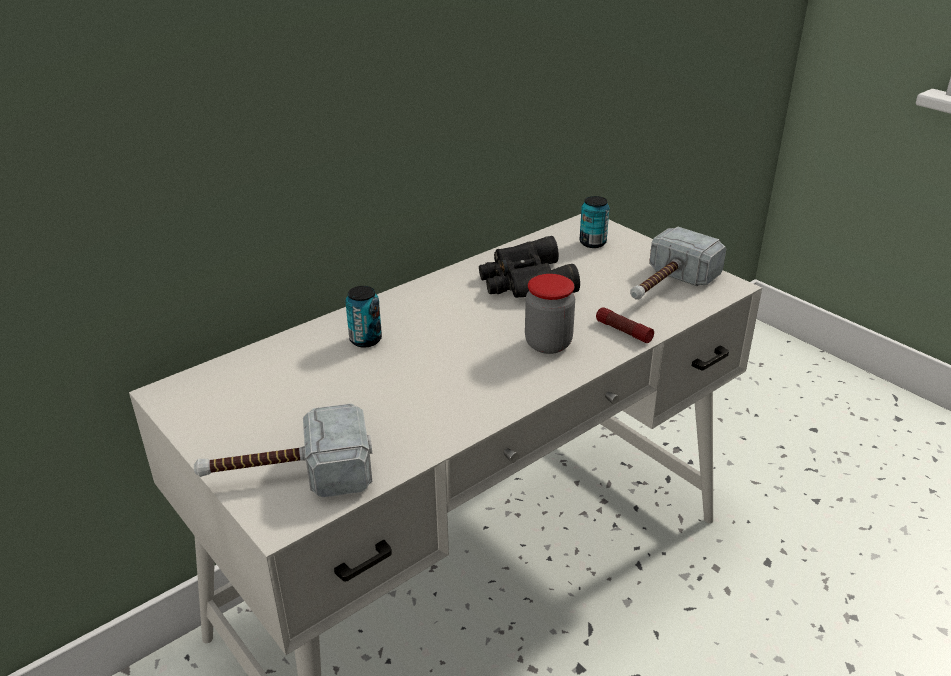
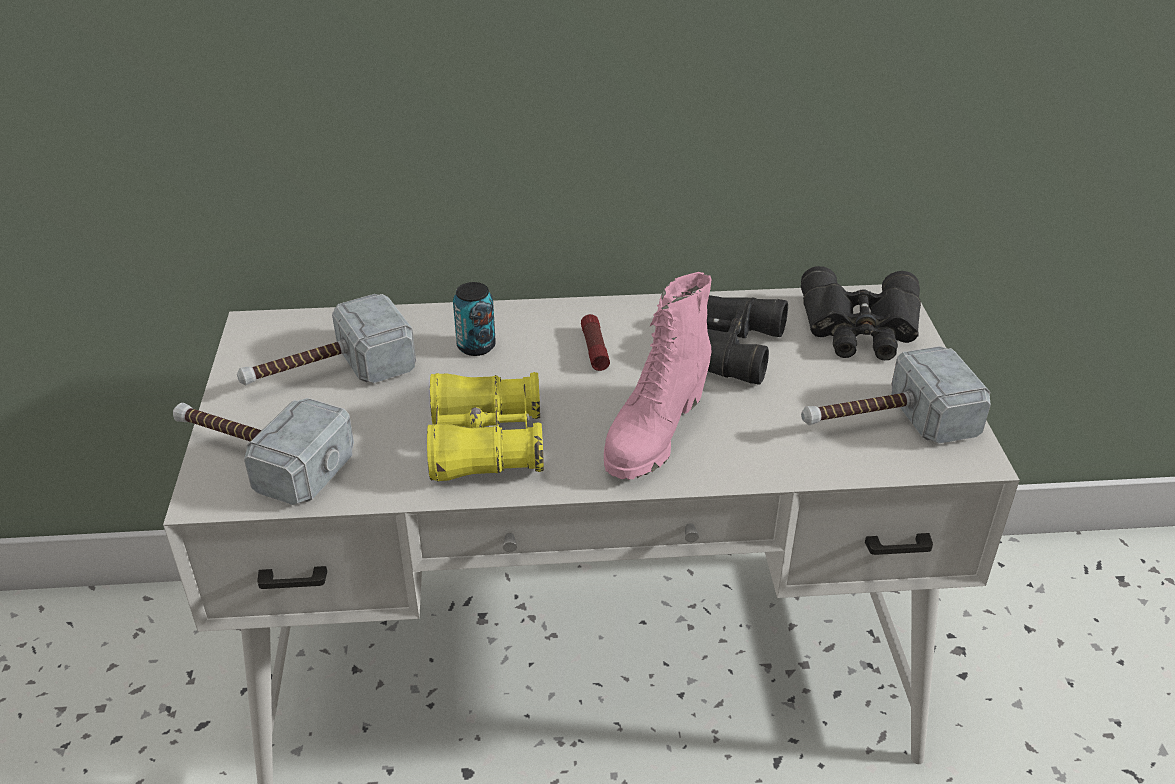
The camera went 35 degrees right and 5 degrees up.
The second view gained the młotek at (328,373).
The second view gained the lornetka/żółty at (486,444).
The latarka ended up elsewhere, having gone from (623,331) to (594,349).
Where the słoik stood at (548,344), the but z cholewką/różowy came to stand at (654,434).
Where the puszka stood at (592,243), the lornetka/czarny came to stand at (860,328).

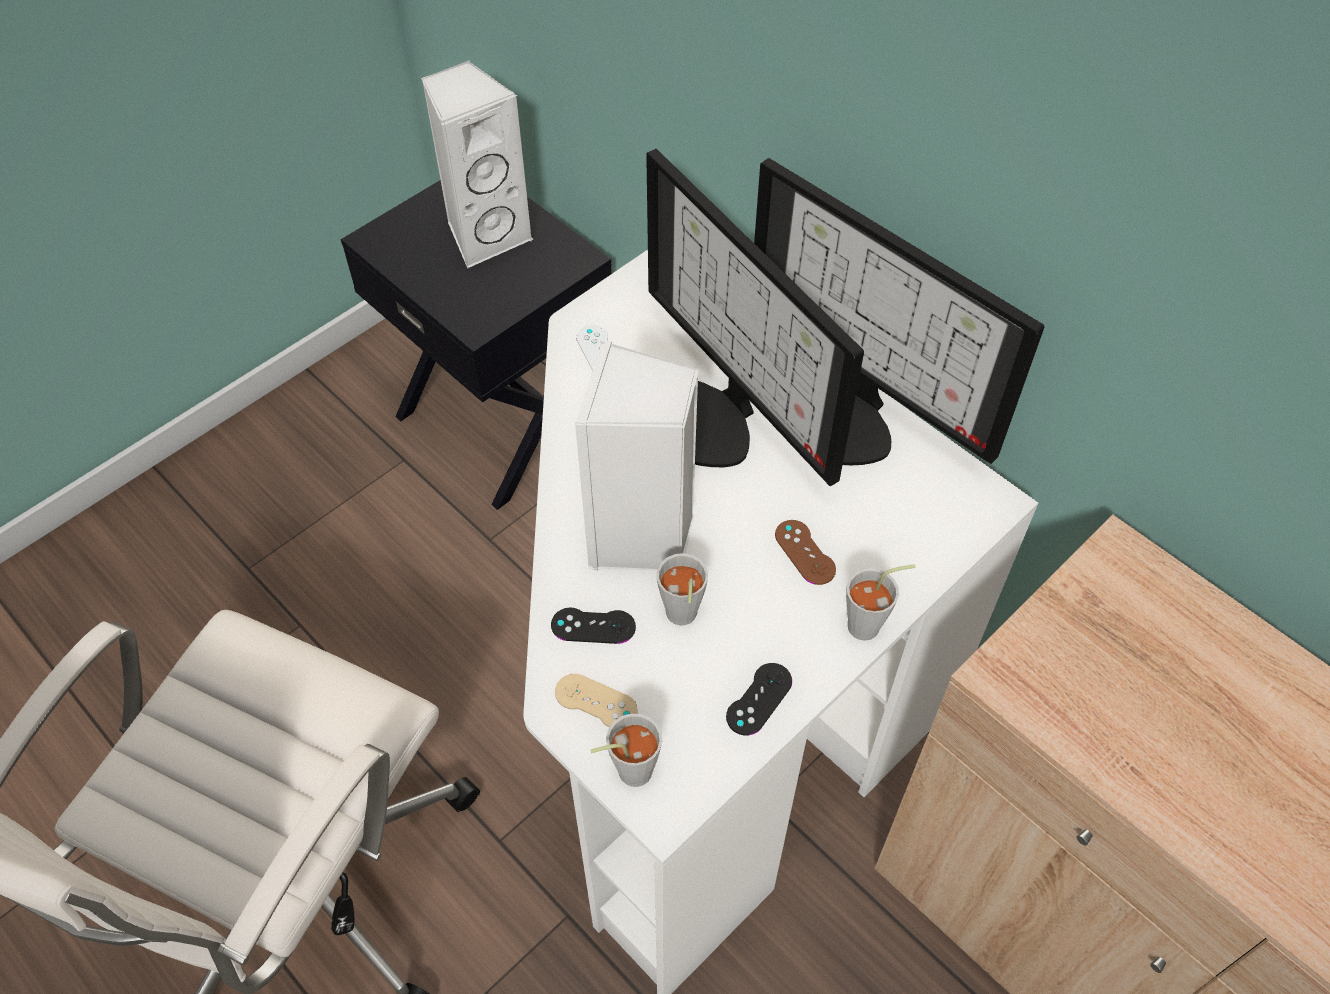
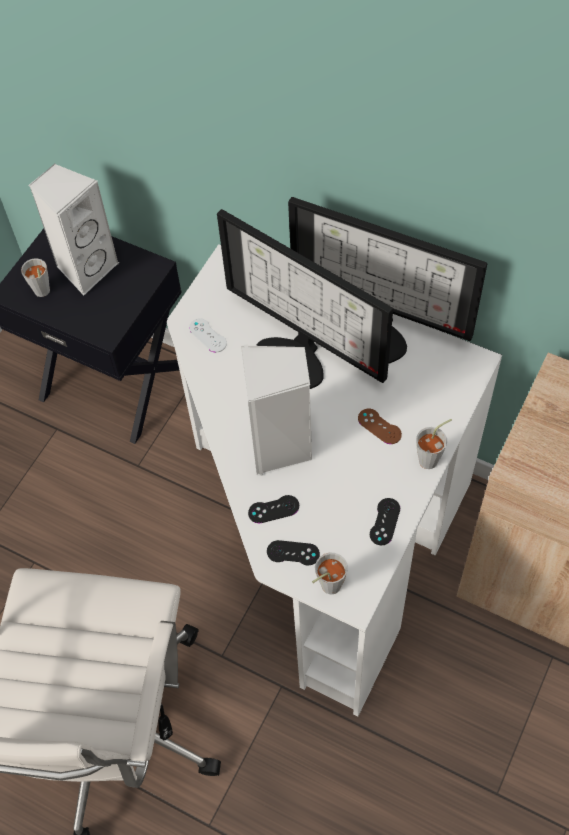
The camera went 15 degrees left and 5 degrees up.
The filiżanka/szary ended up elsewhere, having gone from (681,618) to (42,293).
What was the pad do gier/beżowy at (596,701) turned into the pad do gier/czarny at (293,553).

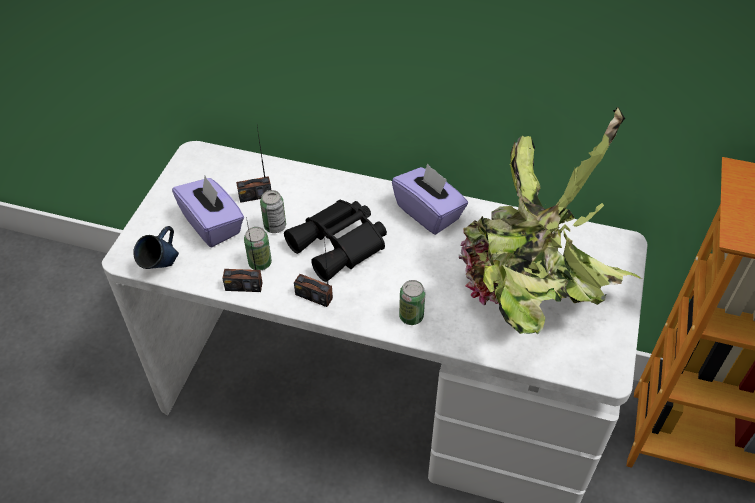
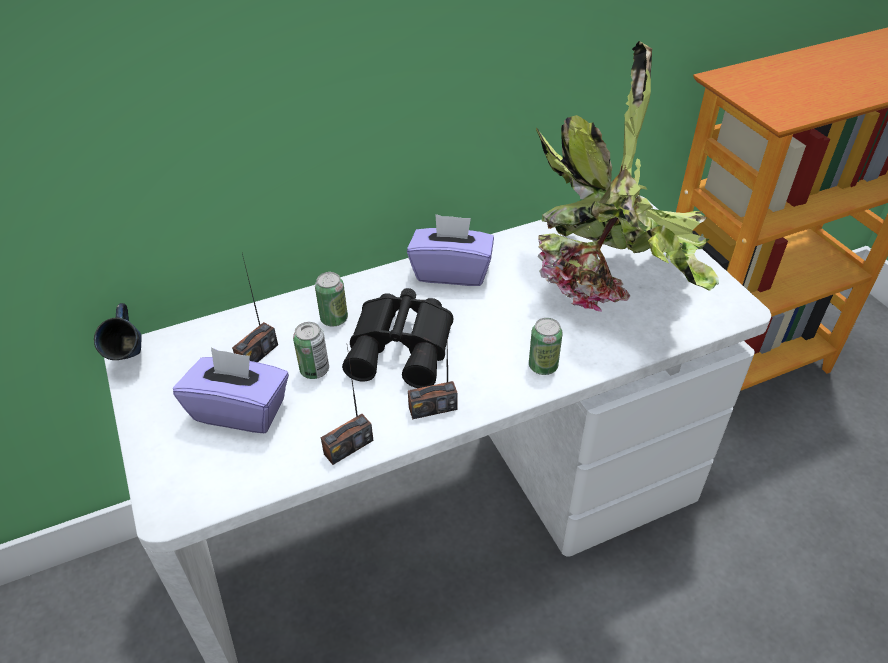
The camera went 40 degrees left and 5 degrees down.
The kubek/niebieski ended up elsewhere, having gone from (162,267) to (131,359).
The puszka ended up elsewhere, having gone from (260,263) to (334,319).

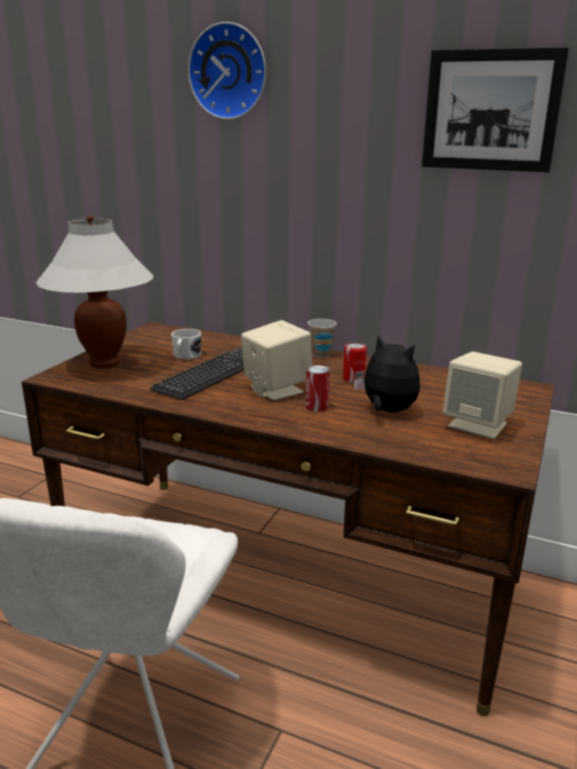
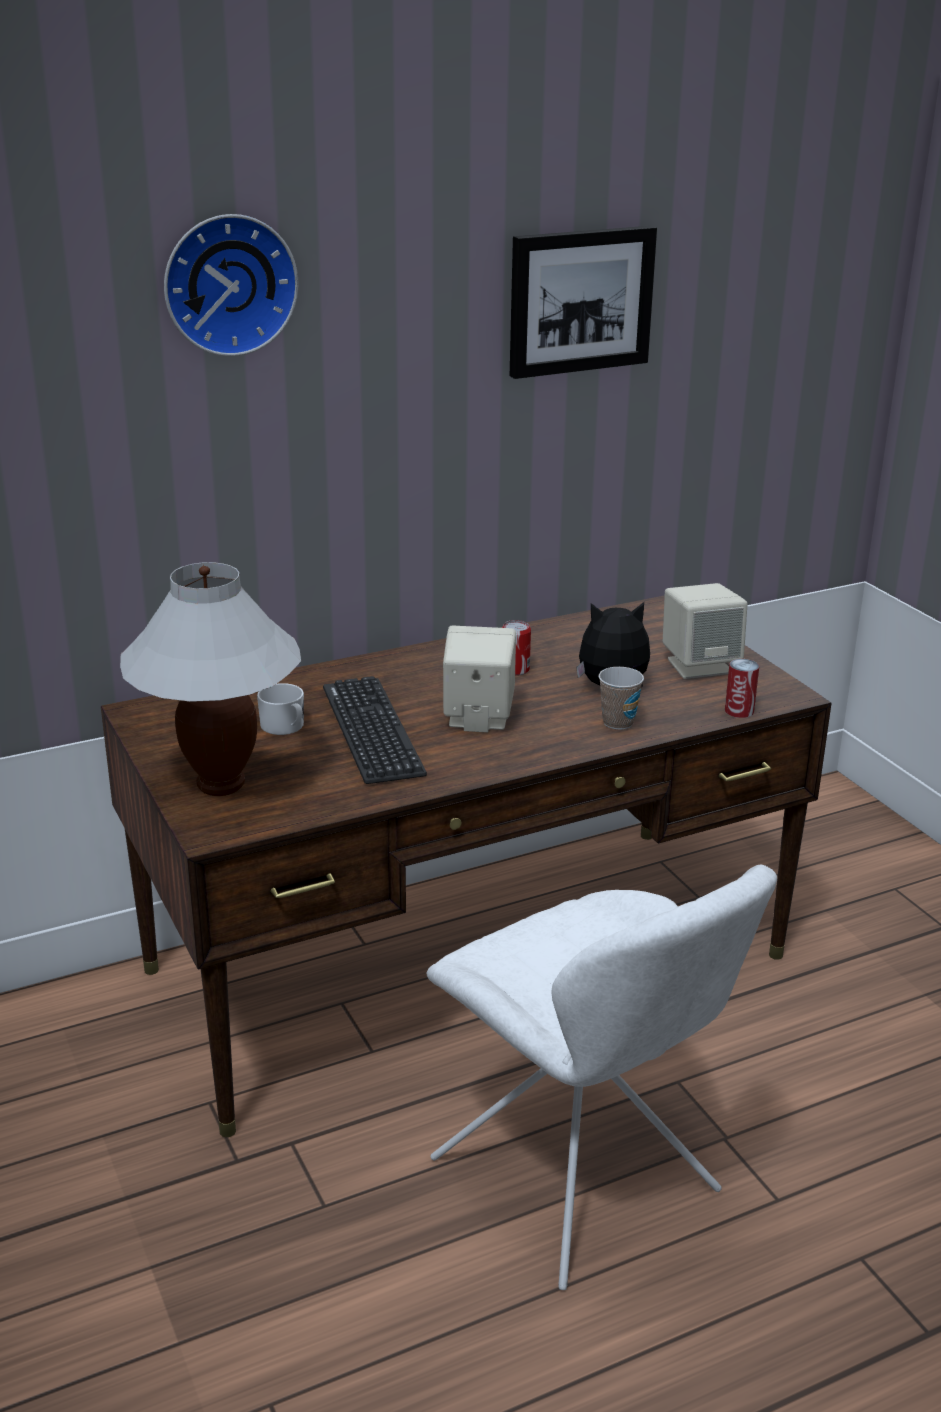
The camera went 50 degrees left and 5 degrees up.
The filiżanka ended up elsewhere, having gone from (321,354) to (618,722).
The puszka ended up elsewhere, having gone from (317,406) to (739,710).

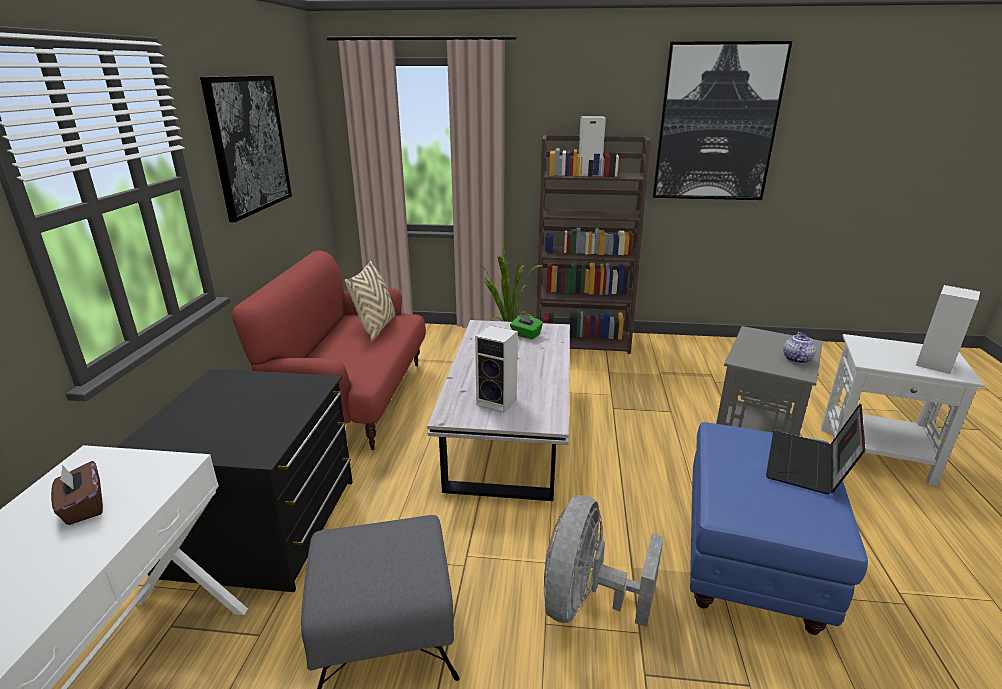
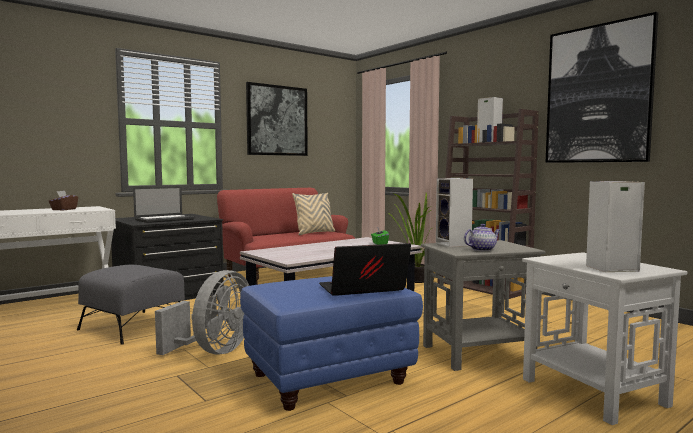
The camera went 45 degrees right and 20 degrees down.
The second view gained the laptop at (164,220).
The wentylator/szary at (586,602) ended up facing another way, 135 degrees clockwise from before.
The głośnik ended up elsewhere, having gone from (498,402) to (454,244).

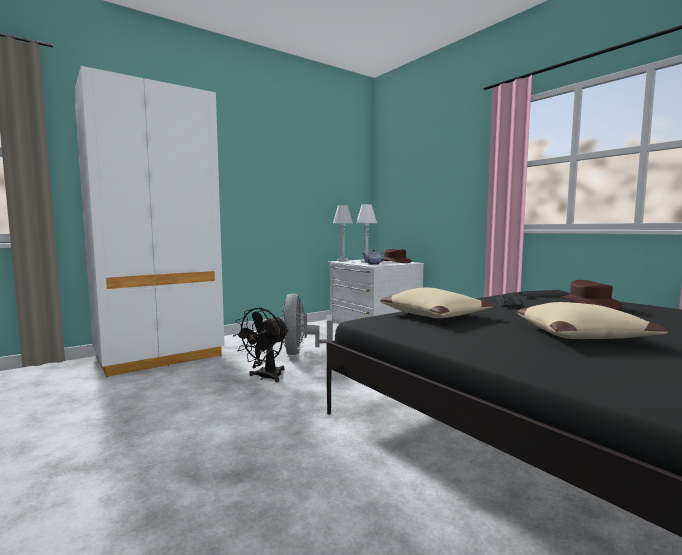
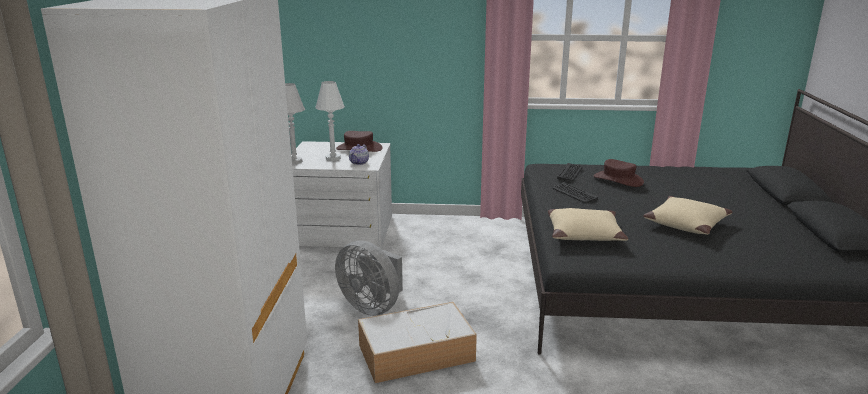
The camera went 50 degrees left and 15 degrees up.
Where the wentylator/czarny stood at (265,377), the pojemnik do przechowywania came to stand at (417,352).

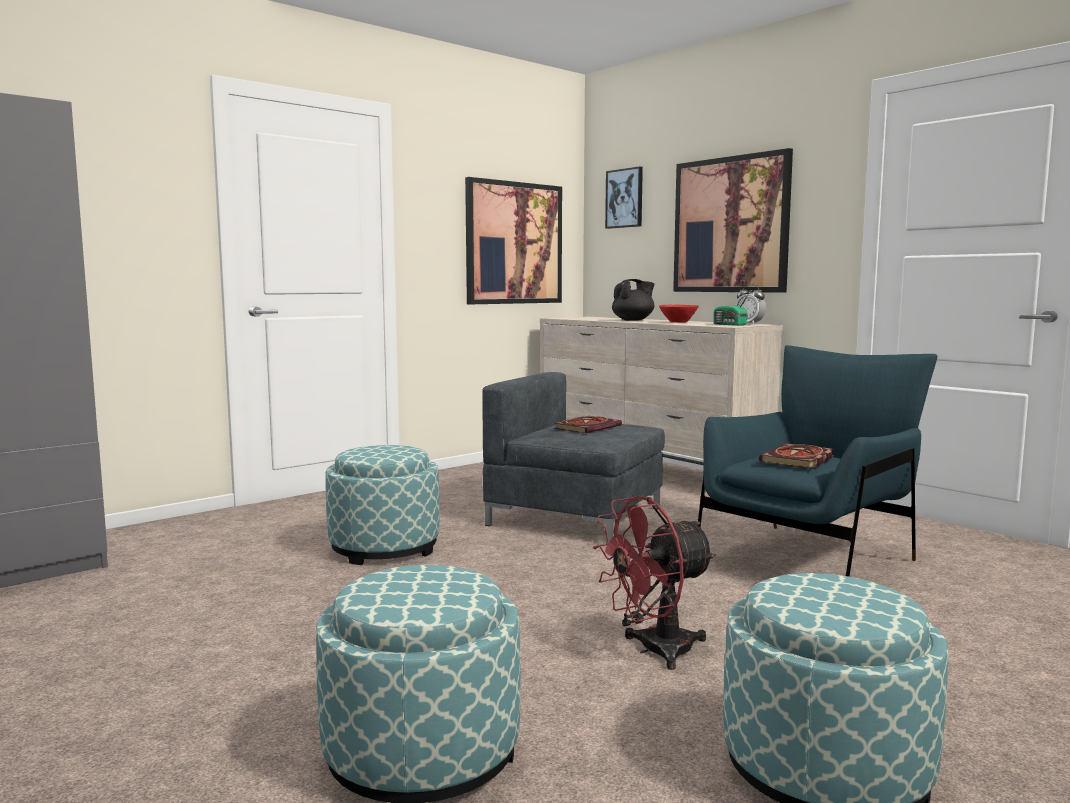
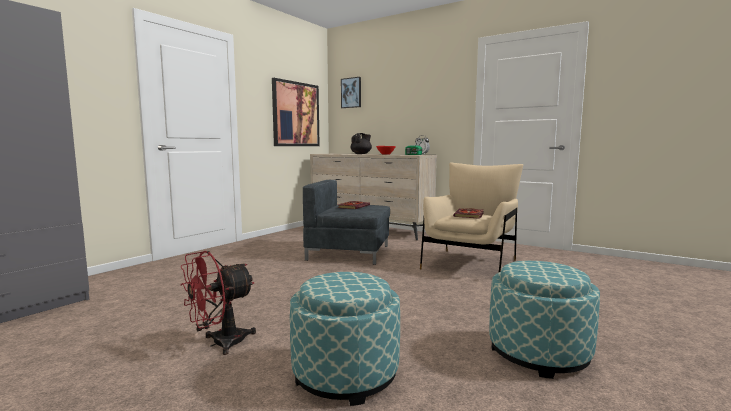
The camera went 15 degrees left and 0 degrees up.
The wentylator/czerwony ended up elsewhere, having gone from (654,650) to (220,343).
What was the fotel/niebieski at (808,559) turned into the fotel/beżowy at (470,263).
The second view lost the pufa at (384,548).
The second view lost the obraz at (730,225).

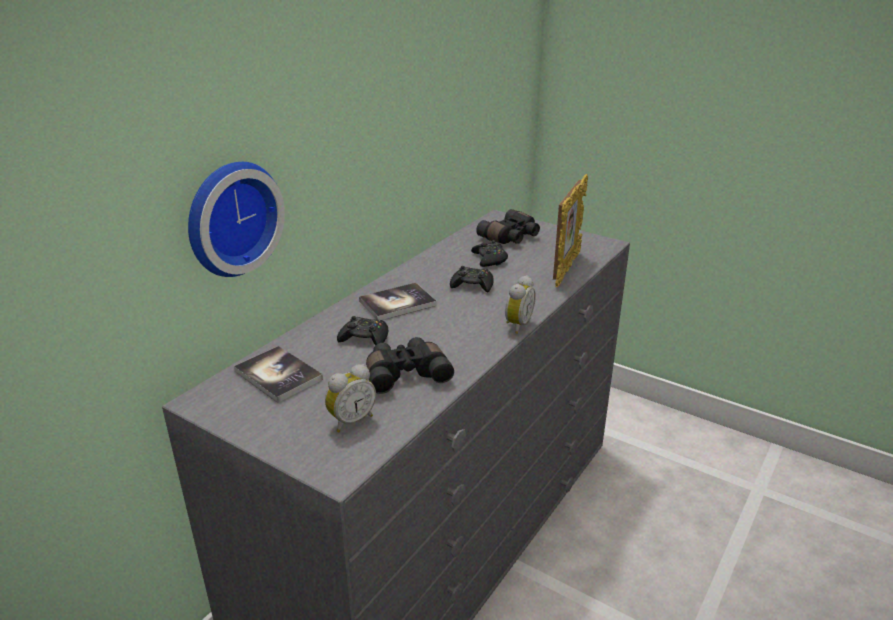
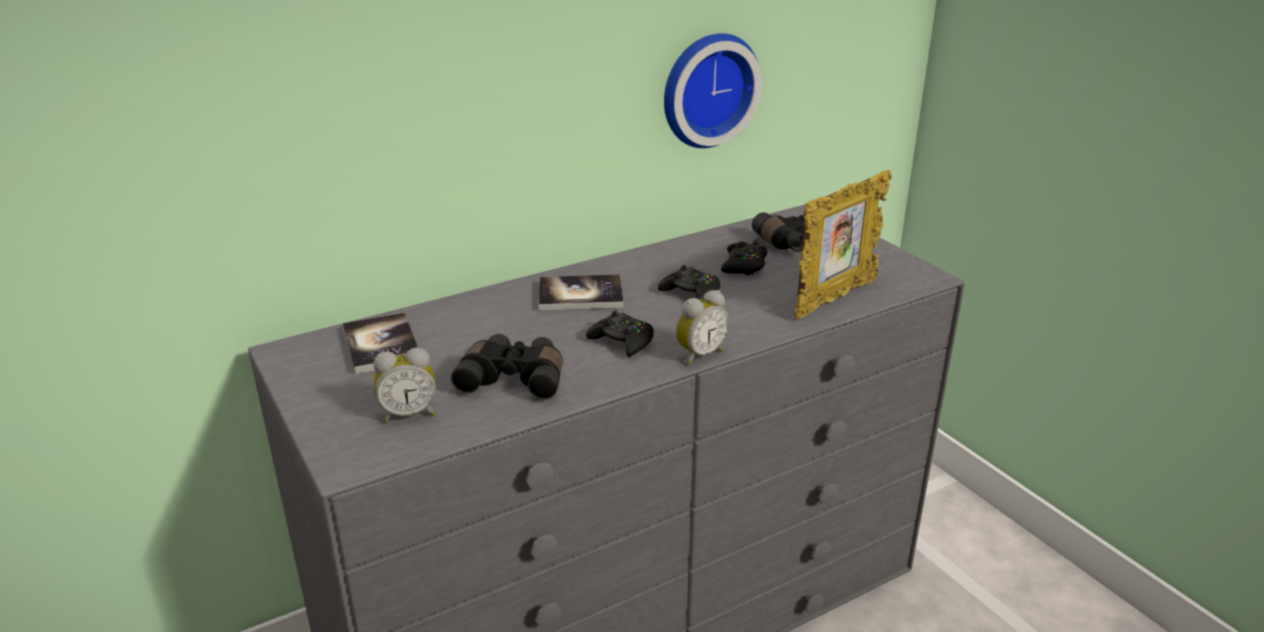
The camera went 25 degrees right and 0 degrees up.
The pad do gier/czarny ended up elsewhere, having gone from (364,338) to (622,341).
The zegar ścienny ended up elsewhere, having gone from (230,217) to (706,89).

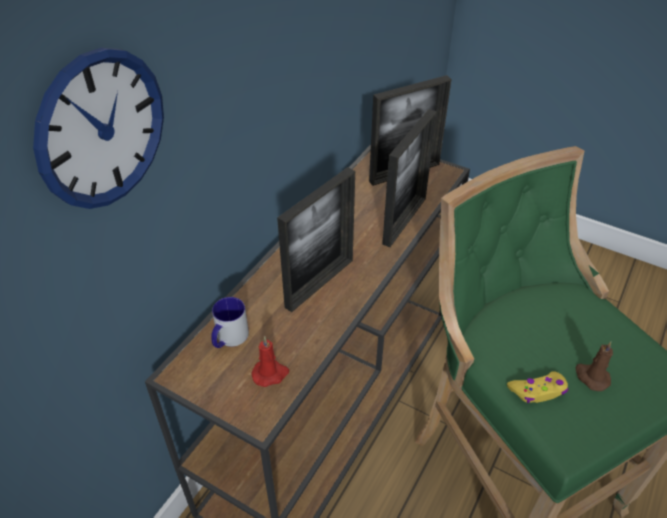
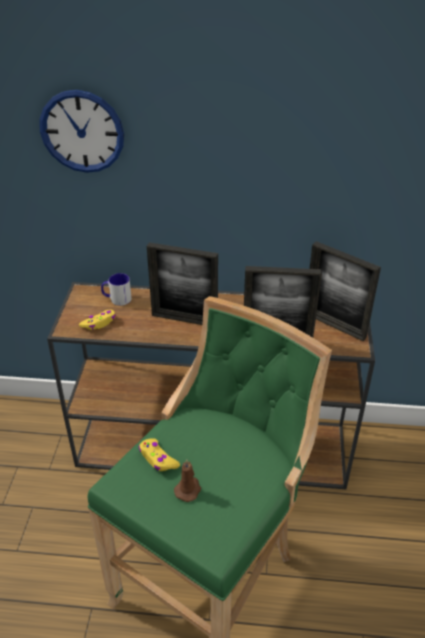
The camera went 65 degrees right and 5 degrees down.
Where the świeca/czerwony stood at (270,374), the pad do gier/żółty came to stand at (99,323).

